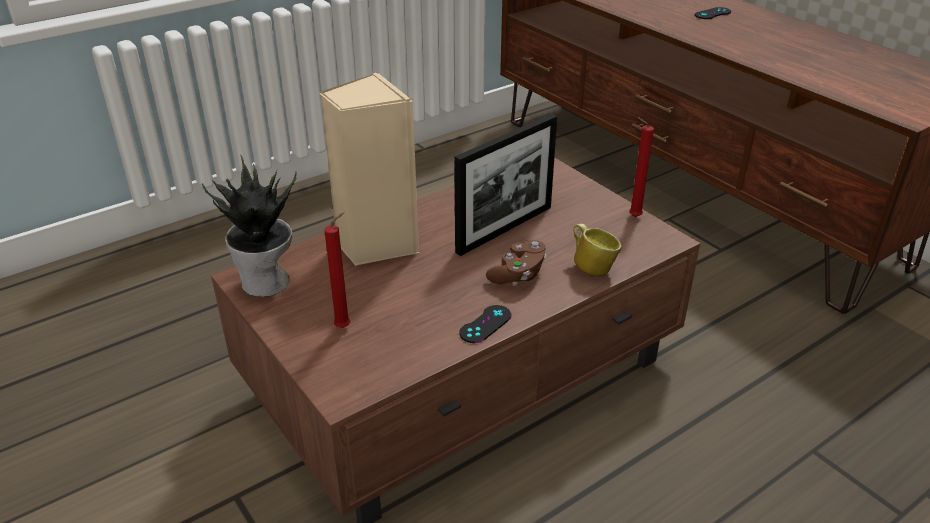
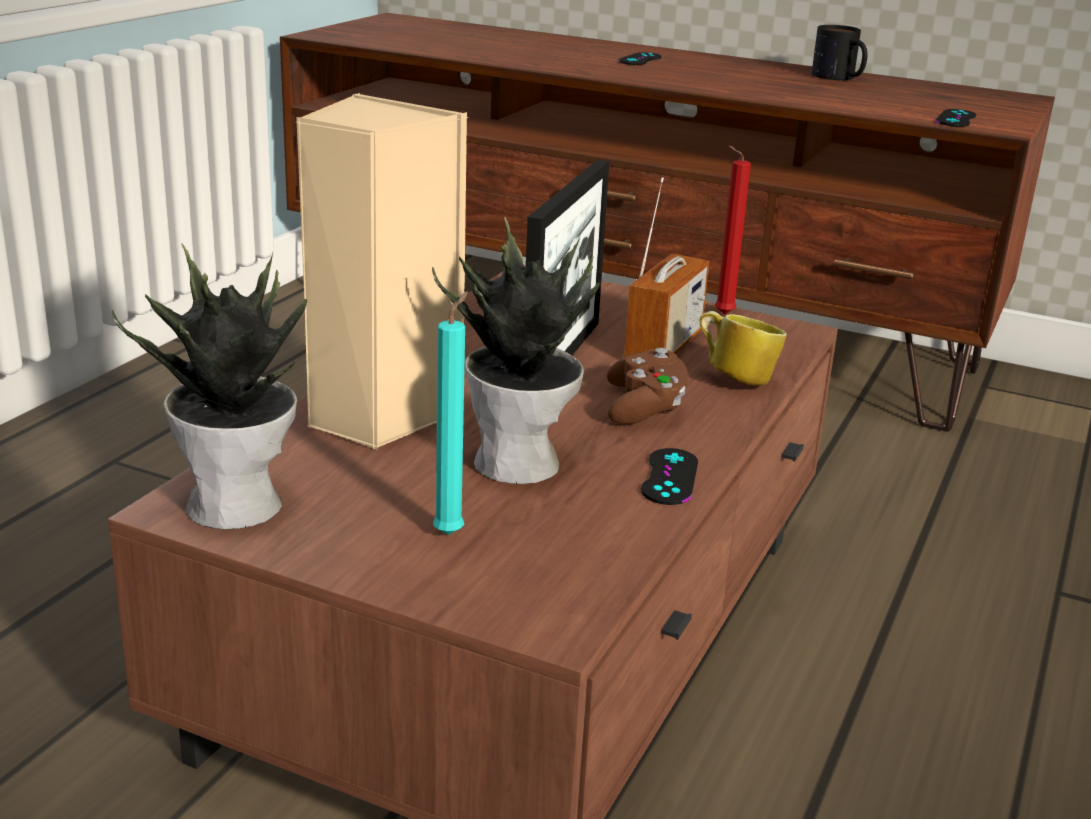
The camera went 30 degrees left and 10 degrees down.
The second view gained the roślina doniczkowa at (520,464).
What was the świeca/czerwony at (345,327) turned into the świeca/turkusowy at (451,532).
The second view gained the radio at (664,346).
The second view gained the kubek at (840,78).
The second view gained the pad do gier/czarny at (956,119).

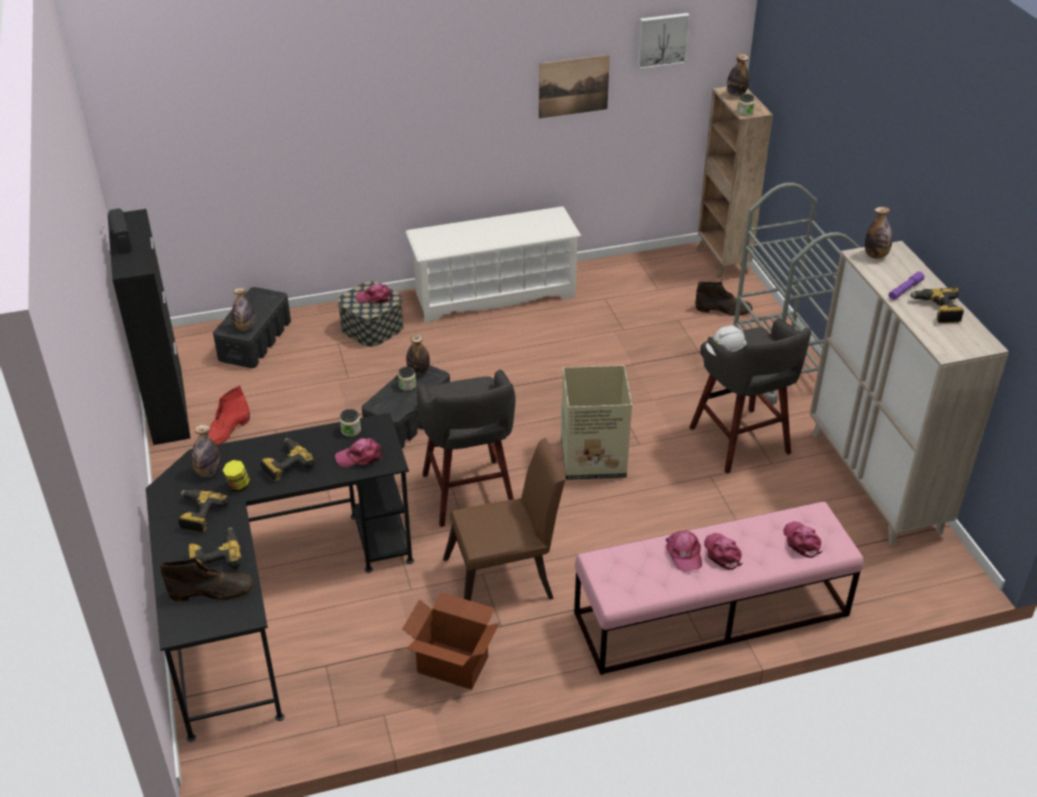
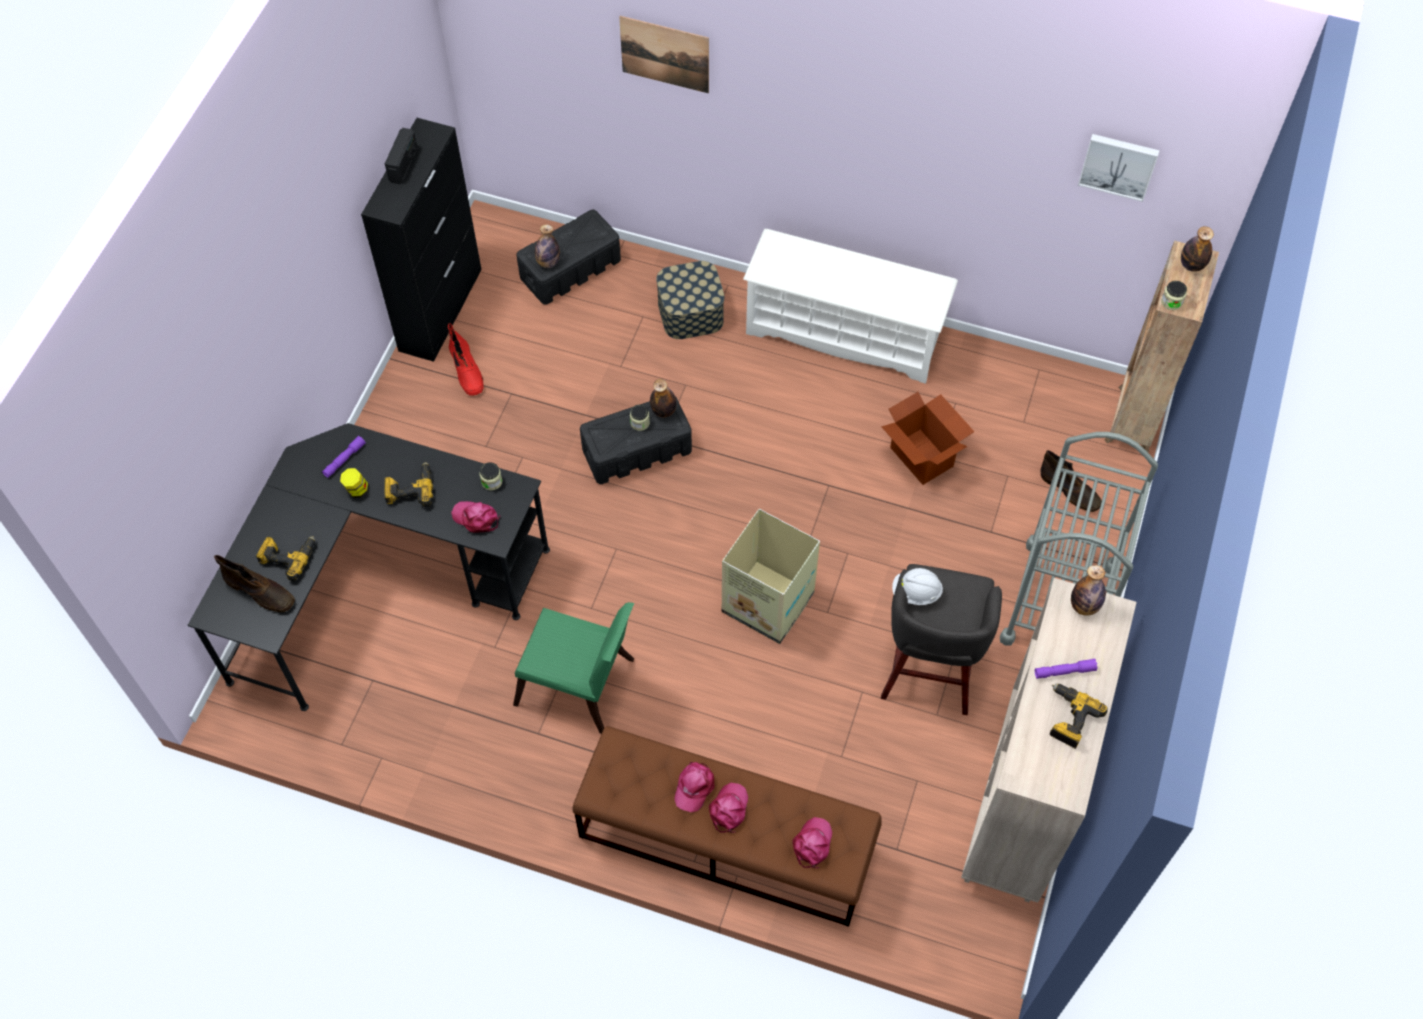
The camera went 35 degrees right and 20 degrees up.
Where the butelka stood at (208,472), the latarka/fioletowy came to stand at (344,459).
The but z cholewką/czerwony at (225,432) ended up facing another way, 90 degrees counterclockwise from before.
What was the krzesło/brązowy at (506,578) turned into the krzesło/zielony at (581,686).
What was the ławka/różowy at (710,614) turned into the ławka/brązowy at (725,841).
The obraz ended up elsewhere, having gone from (573,86) to (665,54).
The karton ended up elsewhere, having gone from (453,664) to (922,456).
The second view lost the wiertarka at (198,514).
The second view lost the czapka z daszkiem/różowy at (375,298).
The second view lost the stołek/szary at (469,495).

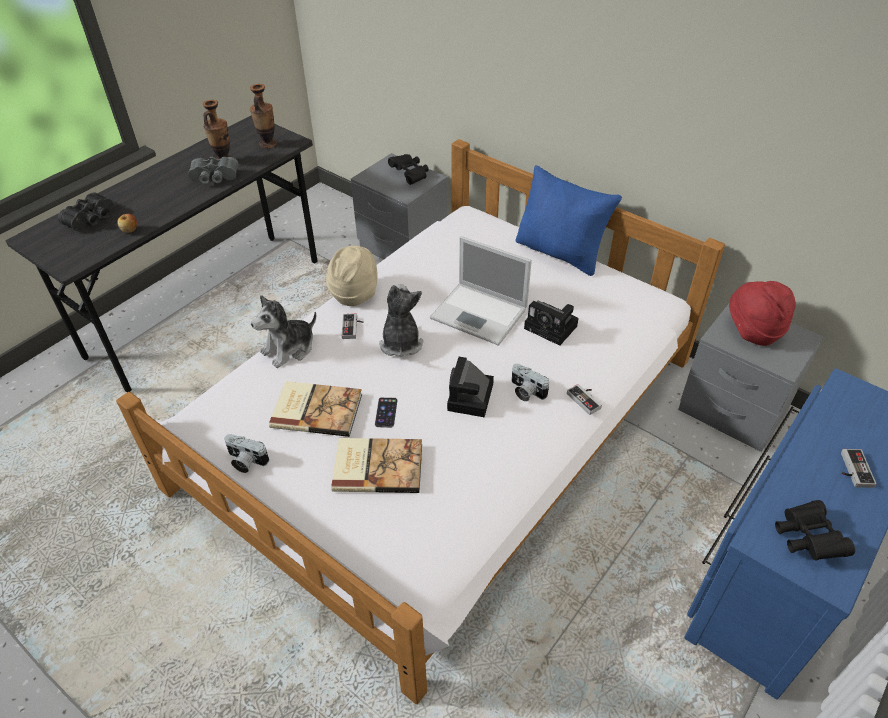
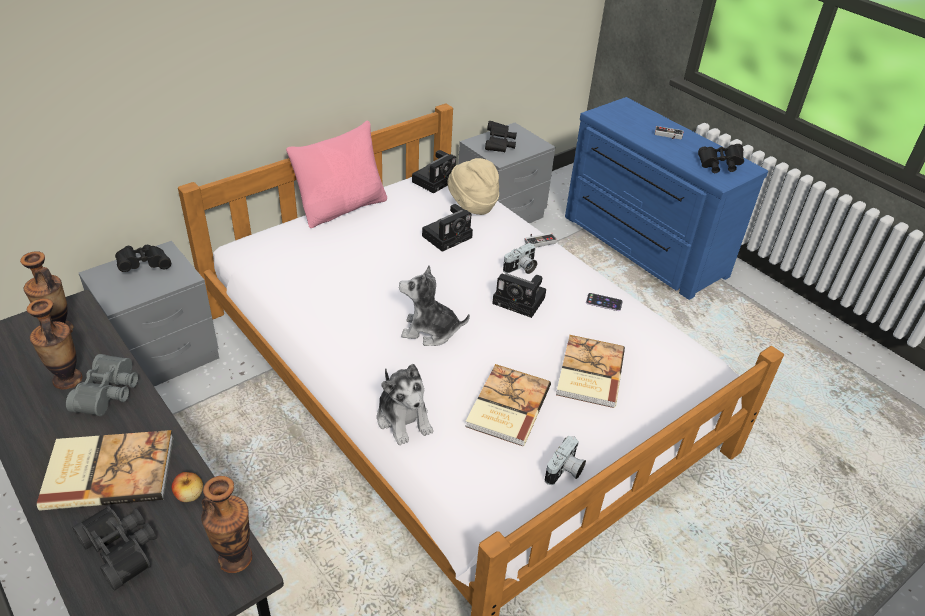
The camera went 80 degrees left and 5 degrees down.
The second view gained the książka at (108,470).
The second view gained the wazon at (235,558).
What was the poduszka/niebieski at (560,253) turned into the poduszka/różowy at (342,208).
The second view gained the aparat fotograficzny at (435,180).
The kapelusz/beżowy ended up elsewhere, having gone from (354,292) to (472,205).
Where the kapelusz/czerwony stood at (753,331), the lornetka/czarny came to stand at (499,145).
The telefon ended up elsewhere, having gone from (386,412) to (604,302).
The second view lost the pad do gier at (353,328).
The second view lost the laptop at (480,314).

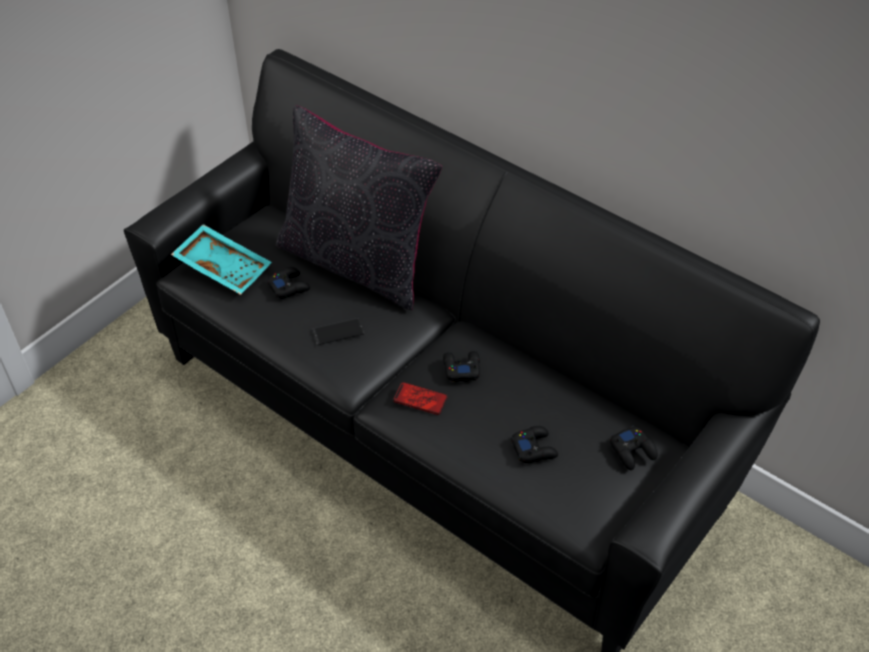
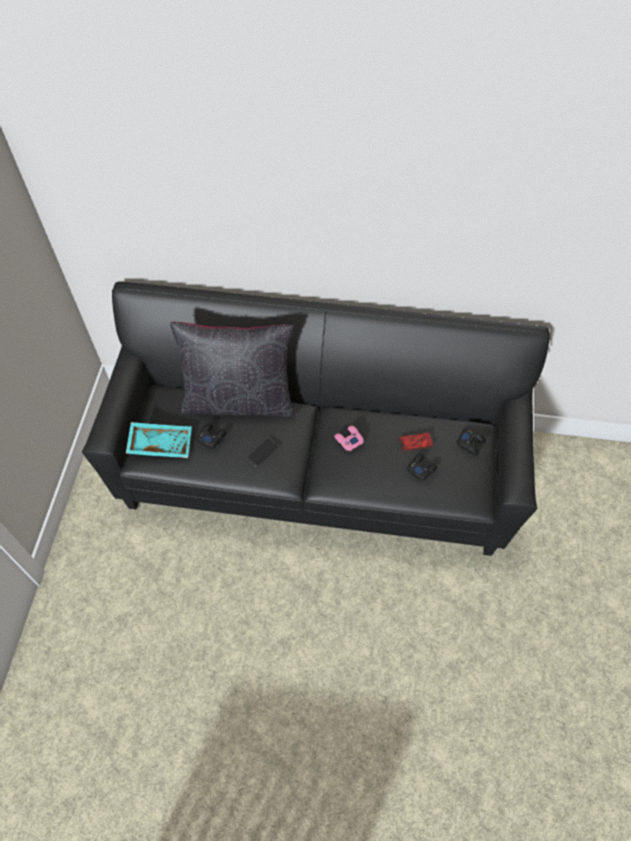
The camera went 30 degrees left and 10 degrees up.
What was the pad do gier/czarny at (461,368) turned into the pad do gier/różowy at (348,439).
The telefon ended up elsewhere, having gone from (420,399) to (416,442).

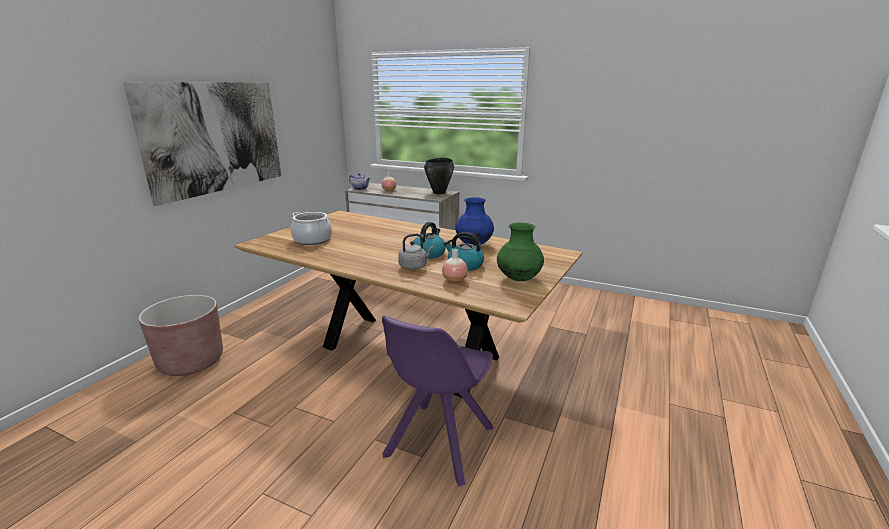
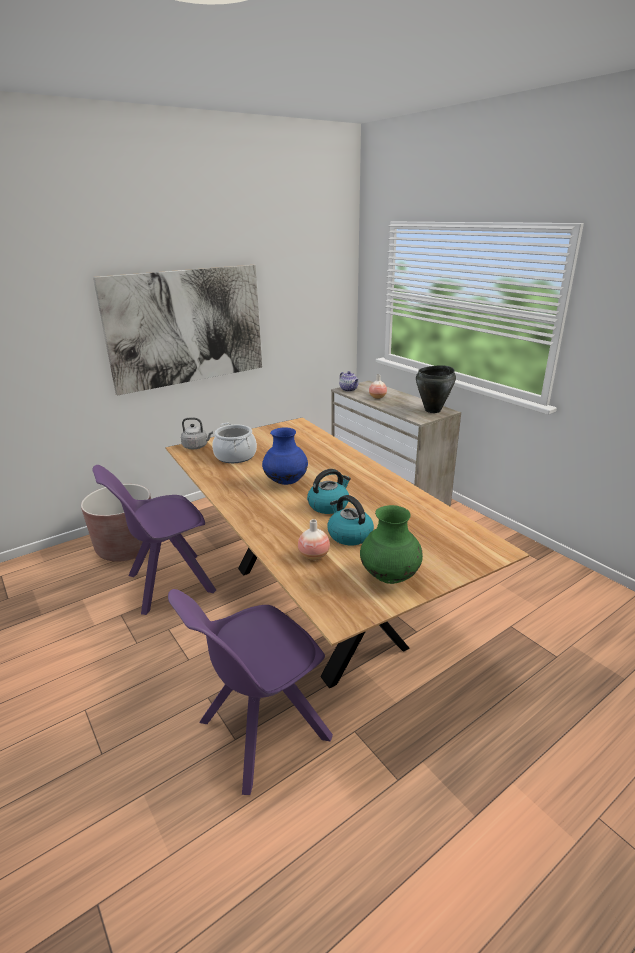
The camera went 30 degrees right and 5 degrees up.
The second view gained the krzesło/fioletowy at (168,584).
The czajnik/szary ended up elsewhere, having gone from (414,266) to (196,446).
The wazon/niebieski ended up elsewhere, having gone from (474,244) to (286,482).

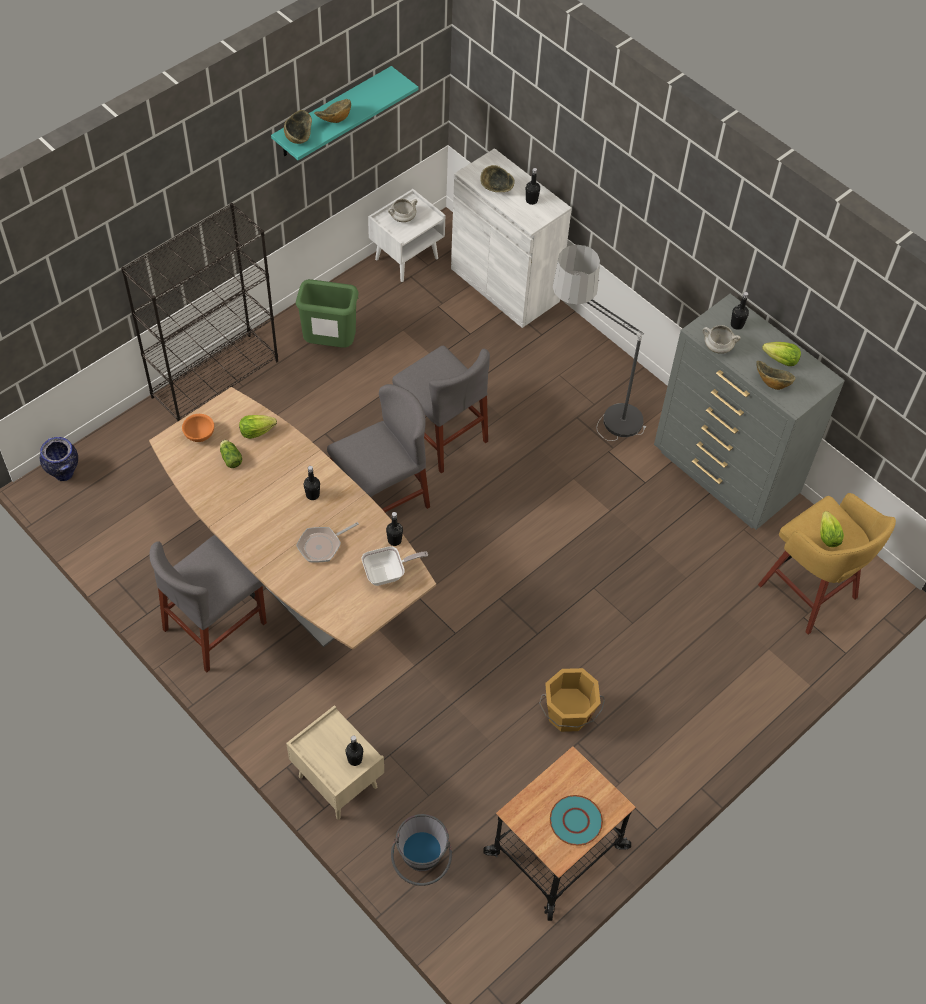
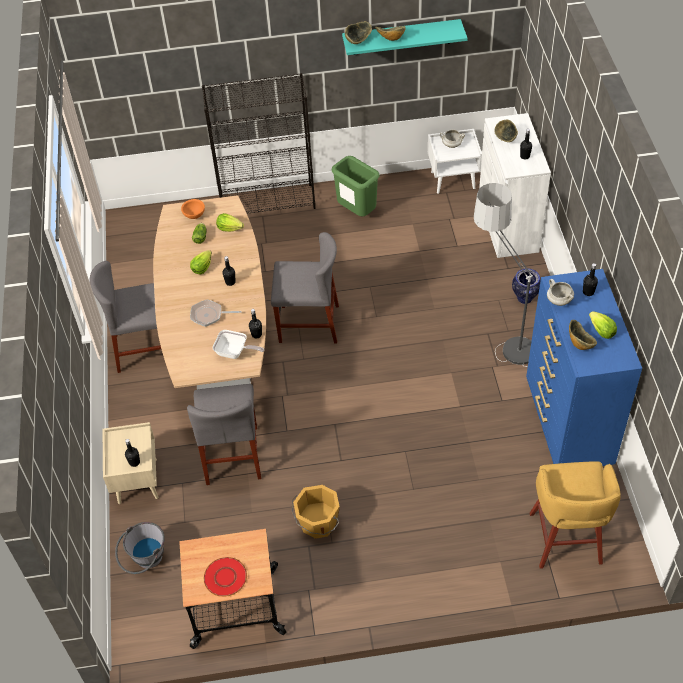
The camera went 40 degrees right and 5 degrees down.
The krzesło/szary ended up elsewhere, having gone from (441,434) to (232,455).
The sałata ended up elsewhere, having gone from (827,536) to (202,268).
What was the talerz/turkusowy at (575,821) turned into the talerz/czerwony at (225,577).
The wazon ended up elsewhere, having gone from (64,474) to (524,299).
What was the komoda/szary at (724,475) turned into the komoda/niebieski at (567,425).

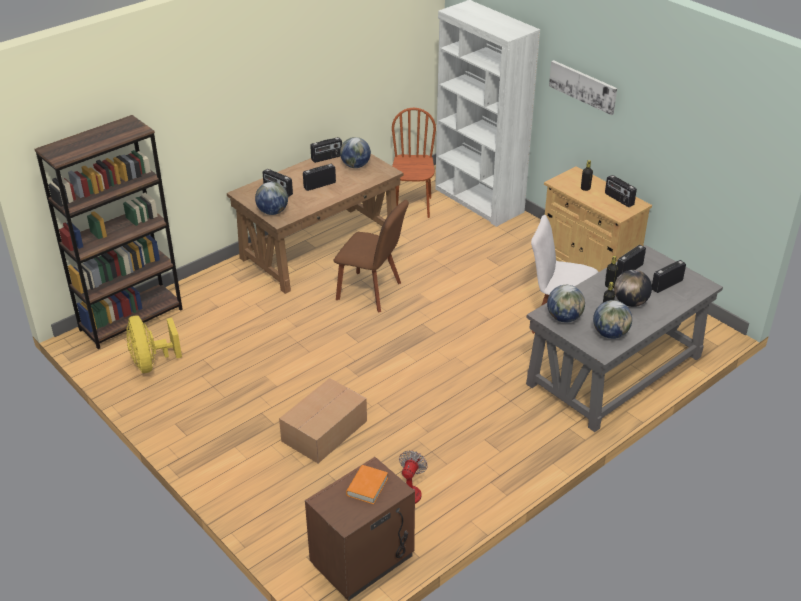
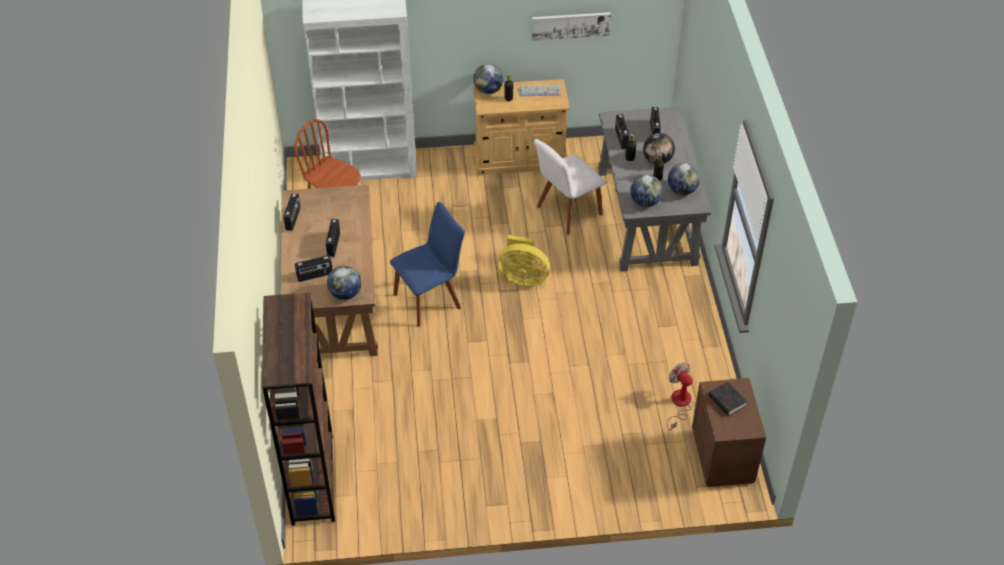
The camera went 55 degrees left and 10 degrees up.
What was the krzesło/brązowy at (372,292) turned into the krzesło/niebieski at (430,299).
The globus ended up elsewhere, having gone from (355,166) to (488,90).
The wentylator/żółty ended up elsewhere, having gone from (151,363) to (523,277).
Where the radio stood at (618,199), the klawiatura came to stand at (540,90).
The obraz ended up elsewhere, having gone from (583,86) to (570,25).
What was the książka/pomarańczowy at (367,487) turned into the książka/czarny at (727,401).
The second view lost the karton at (323,431).

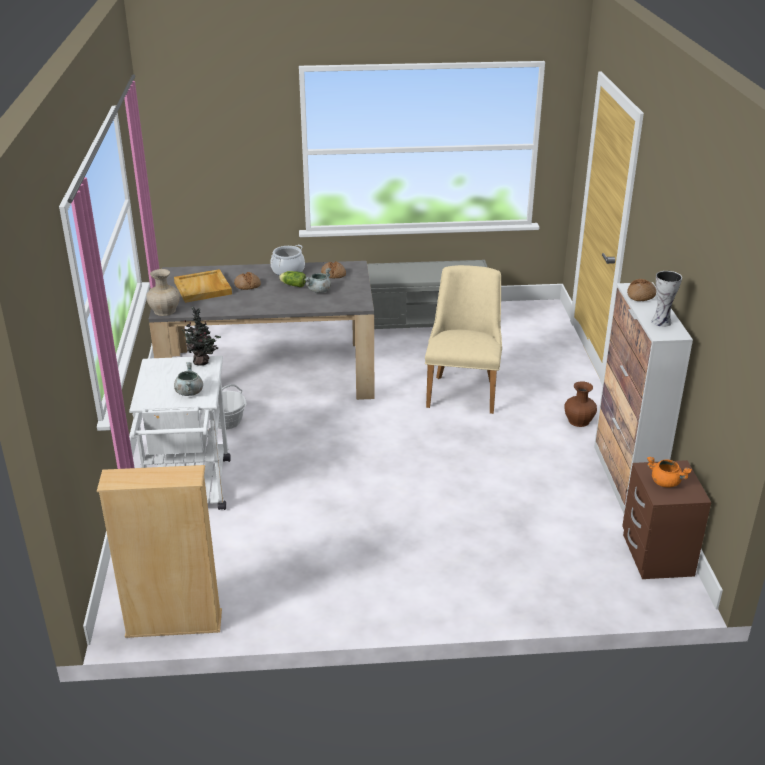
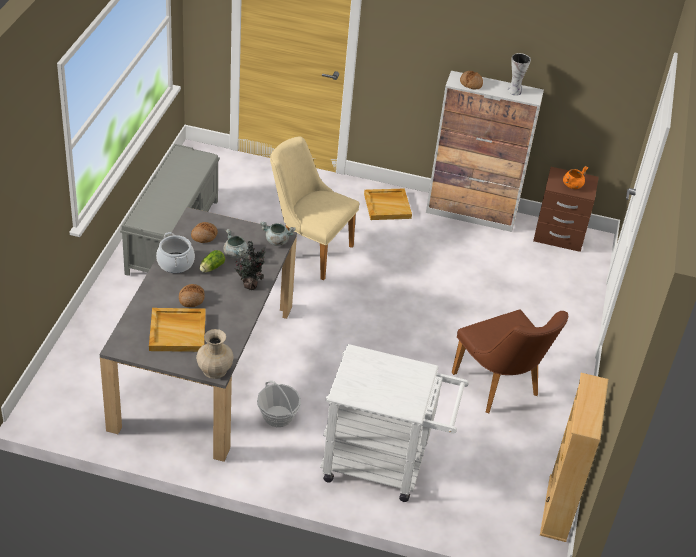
The camera went 75 degrees left and 10 degrees up.
The roślina doniczkowa ended up elsewhere, having gone from (203,362) to (250,284).
The garnek/szary ended up elsewhere, having gone from (189,392) to (277,241).
Where the wazon/brązowy stood at (579,421), the taca/beżowy came to stand at (387,206).
The second view gained the krzesło/brązowy at (500,389).

